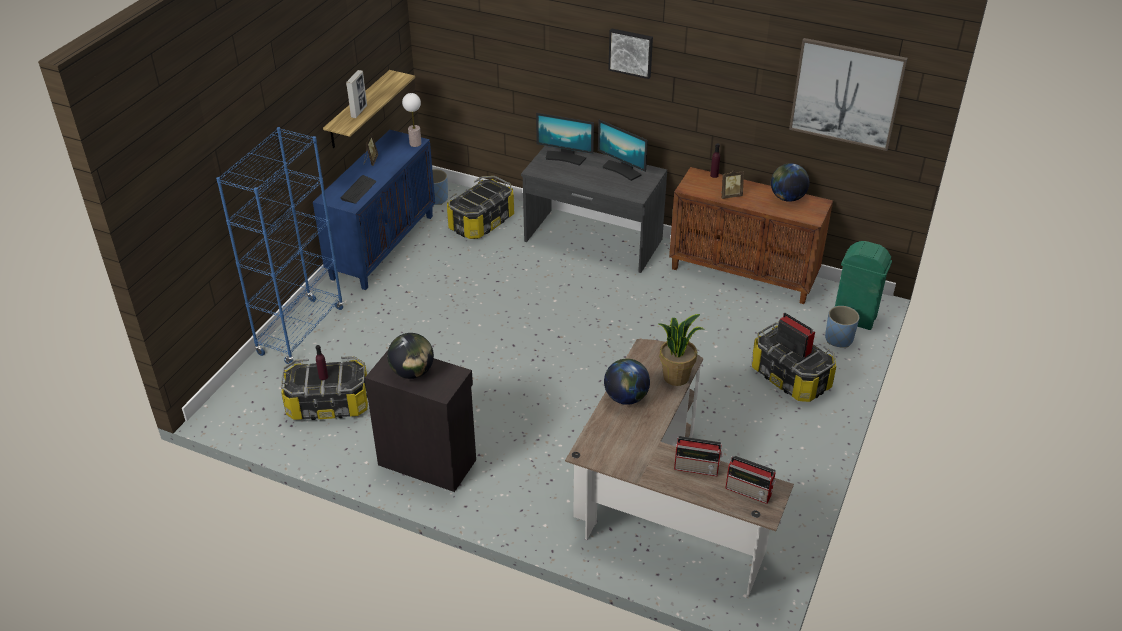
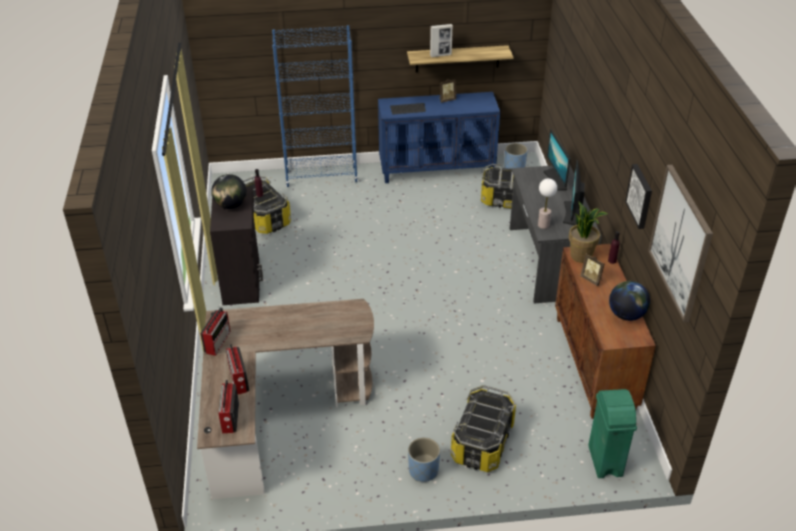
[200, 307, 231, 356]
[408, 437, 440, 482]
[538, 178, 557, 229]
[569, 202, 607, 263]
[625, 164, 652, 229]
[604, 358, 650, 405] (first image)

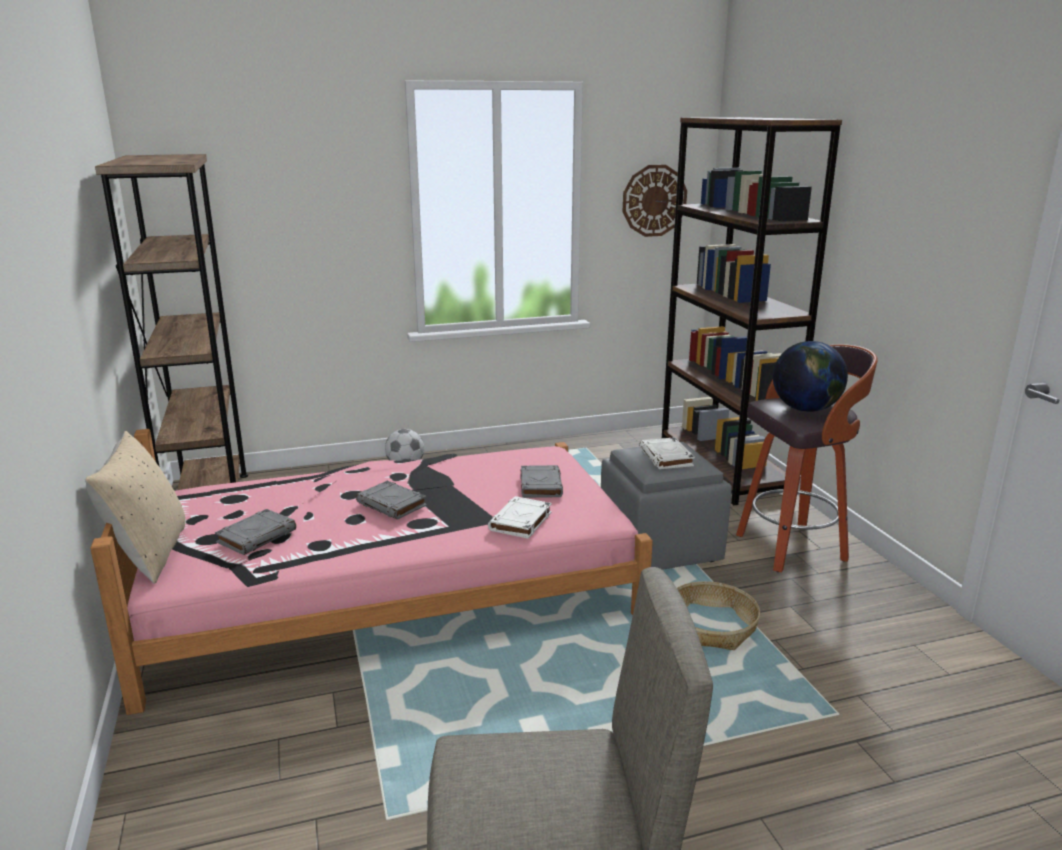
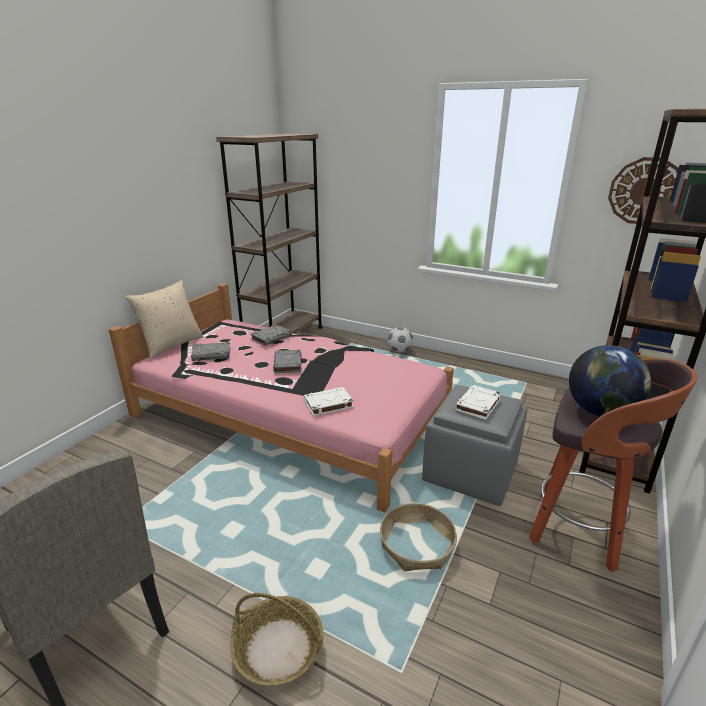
[230, 593, 323, 686]
[250, 325, 292, 346]

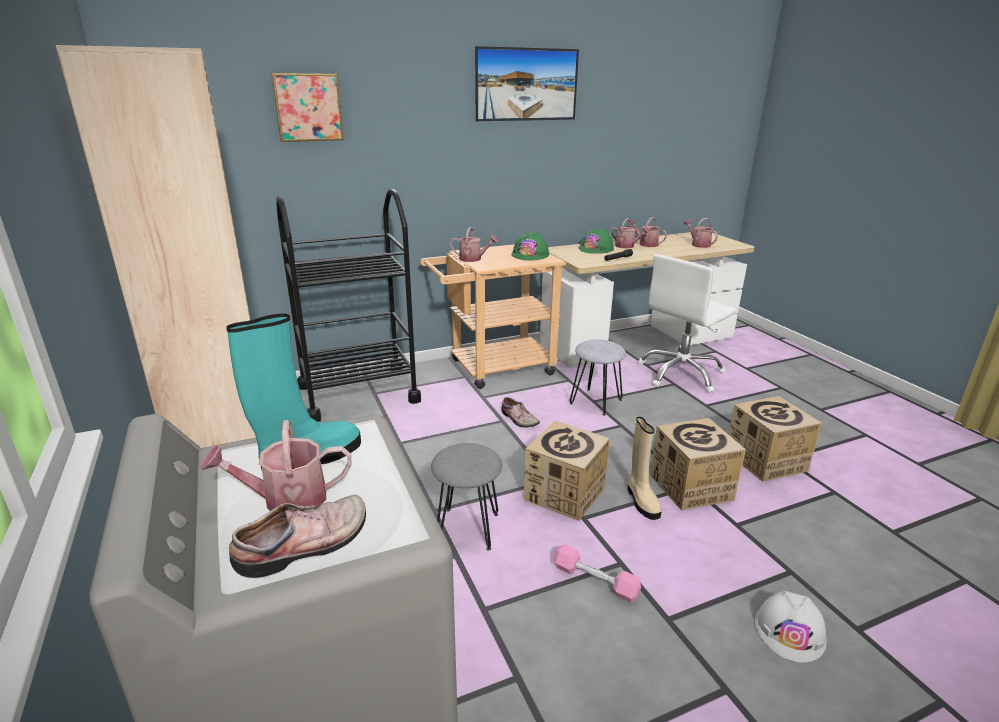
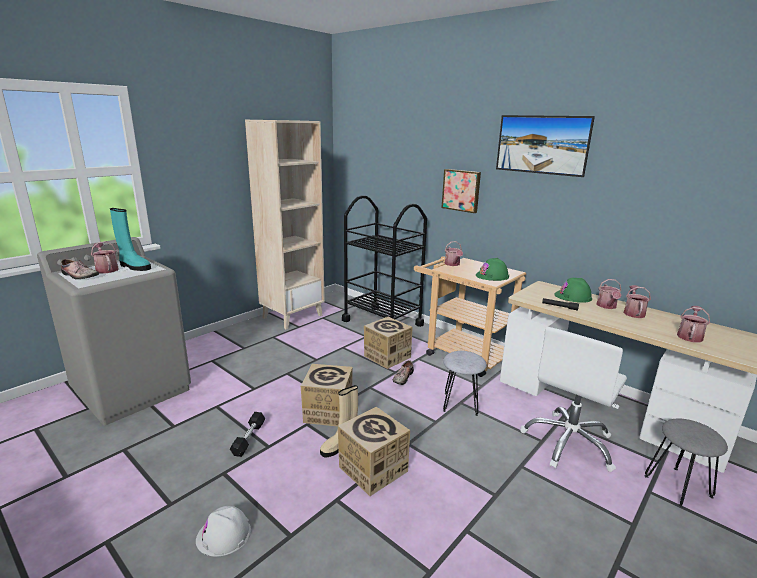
[230, 412, 265, 457]
[364, 317, 413, 369]
[442, 169, 481, 213]
[520, 327, 627, 472]
[645, 418, 728, 507]

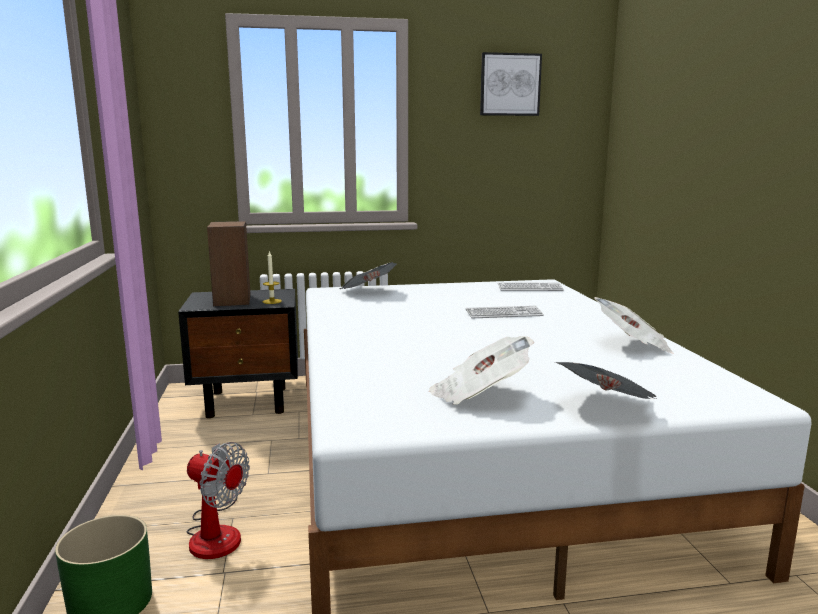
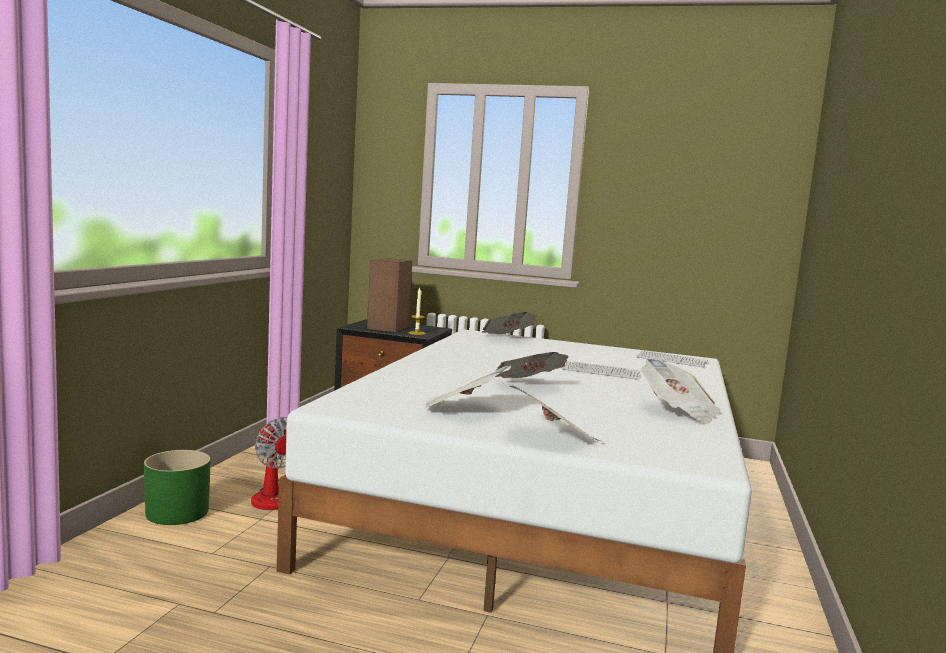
[495, 352, 569, 378]
[480, 52, 542, 116] (first image)

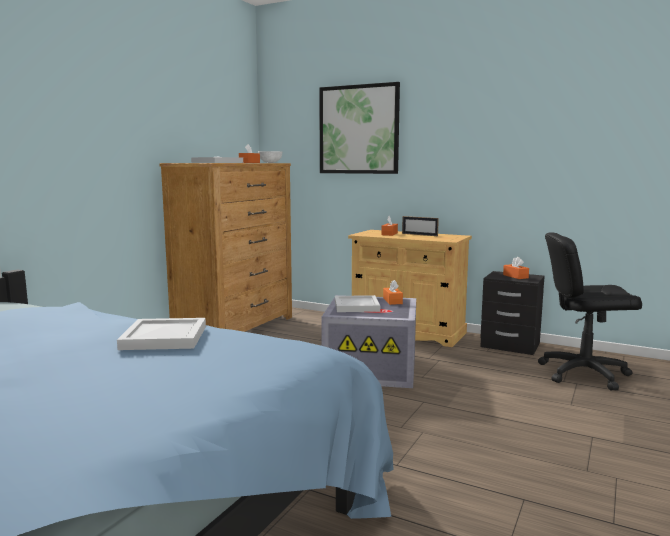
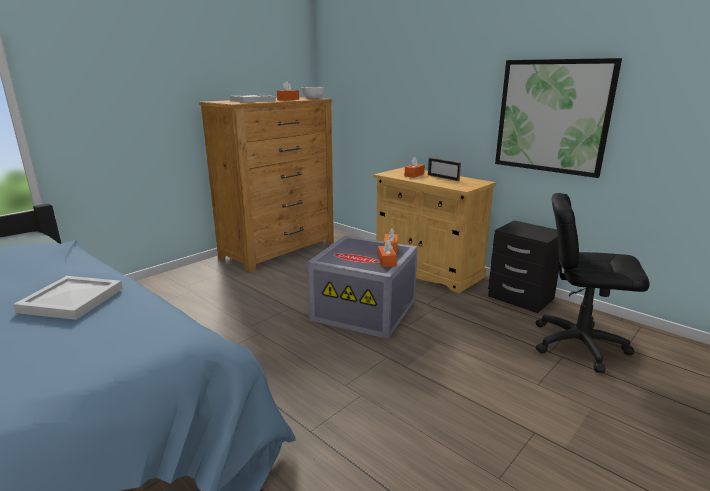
[378, 240, 397, 267]
[495, 58, 622, 178]
[335, 295, 380, 312] (first image)

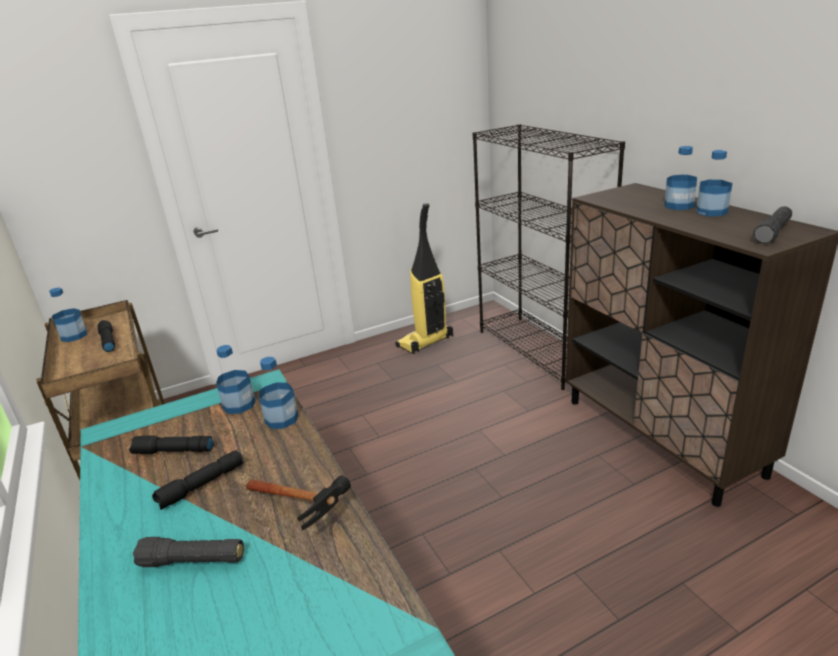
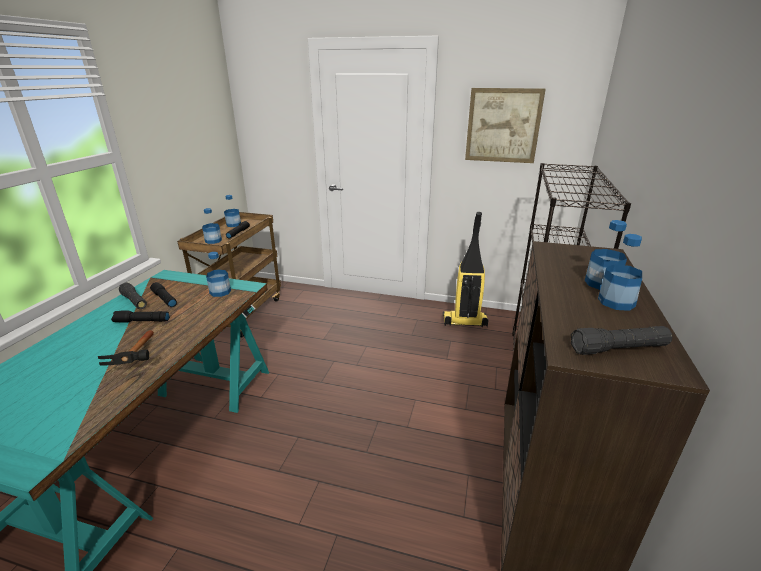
[119, 283, 147, 309]
[202, 208, 222, 244]
[465, 88, 546, 163]

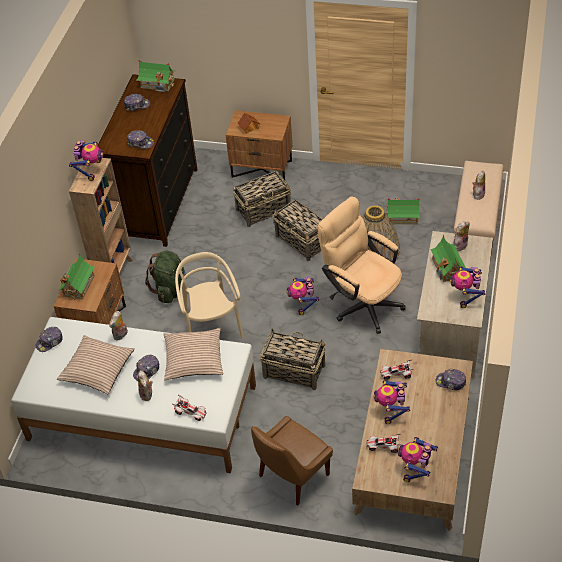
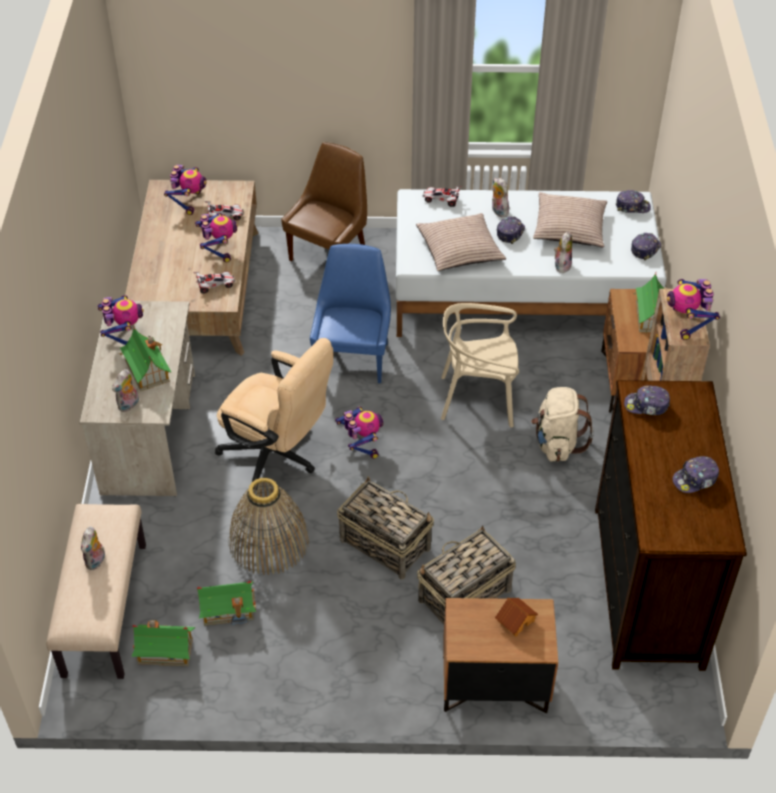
[131, 620, 195, 666]
[310, 244, 391, 383]
[441, 303, 519, 427]
[531, 387, 594, 462]
[615, 190, 651, 213]

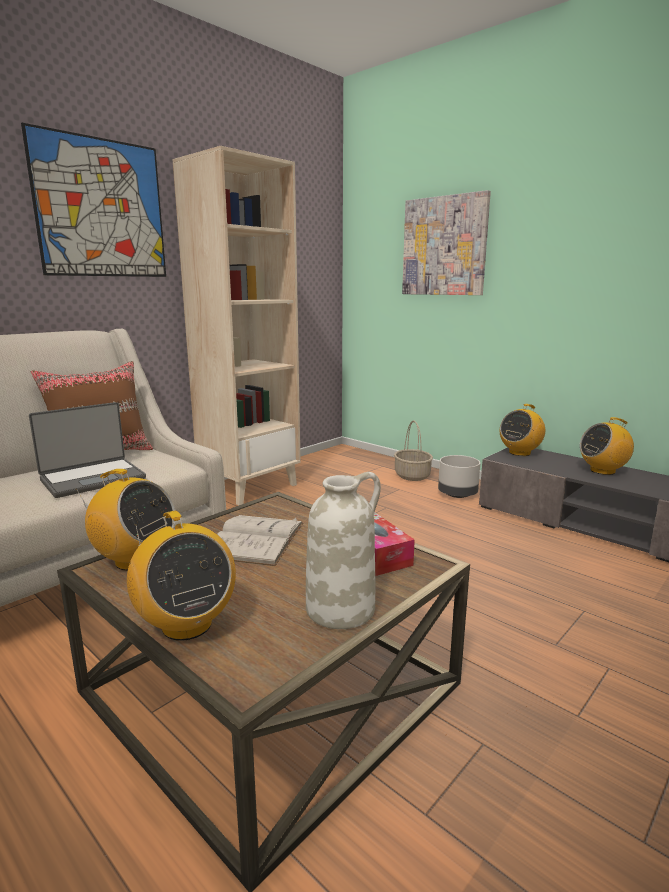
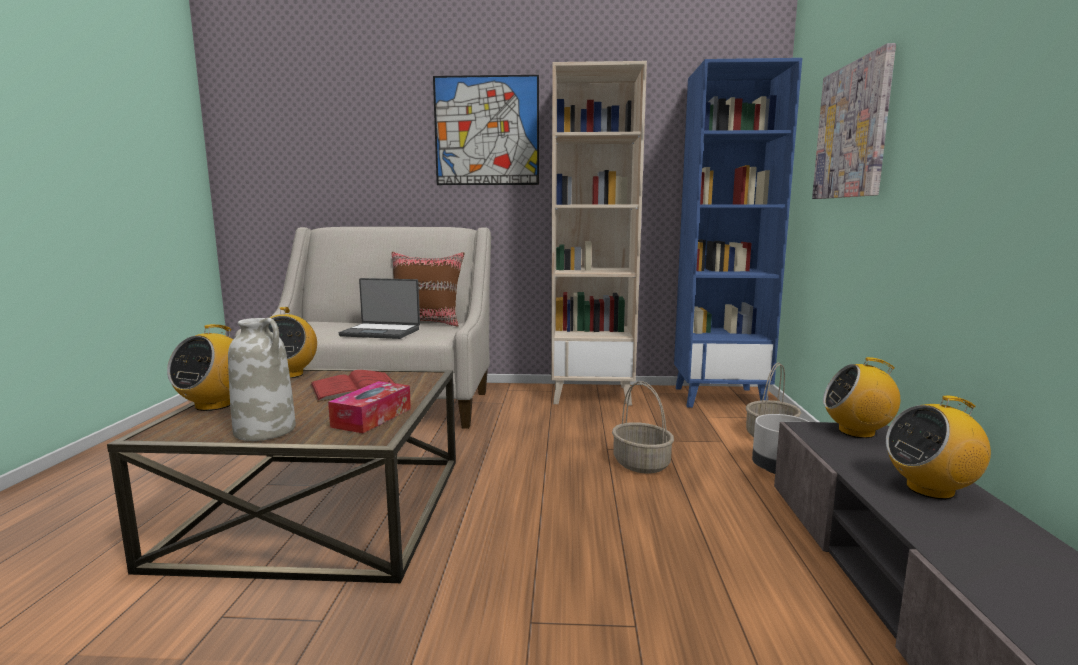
[310, 370, 395, 402]
[612, 381, 674, 473]
[674, 58, 802, 408]
[886, 396, 991, 499]

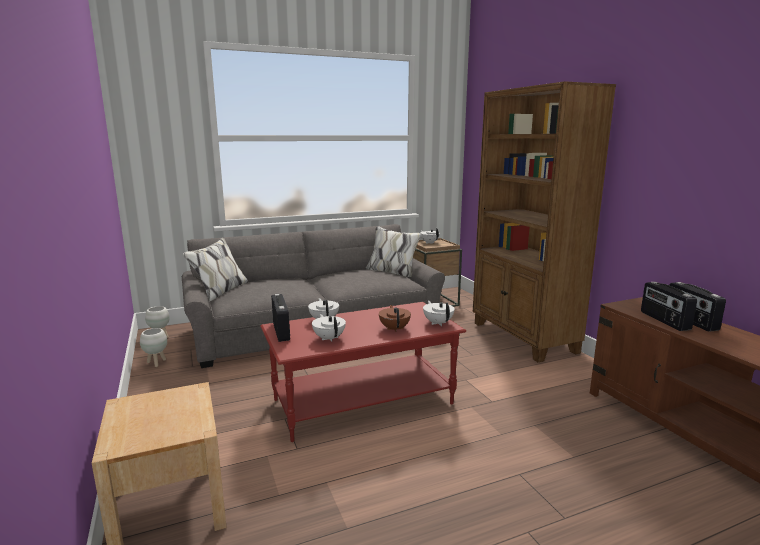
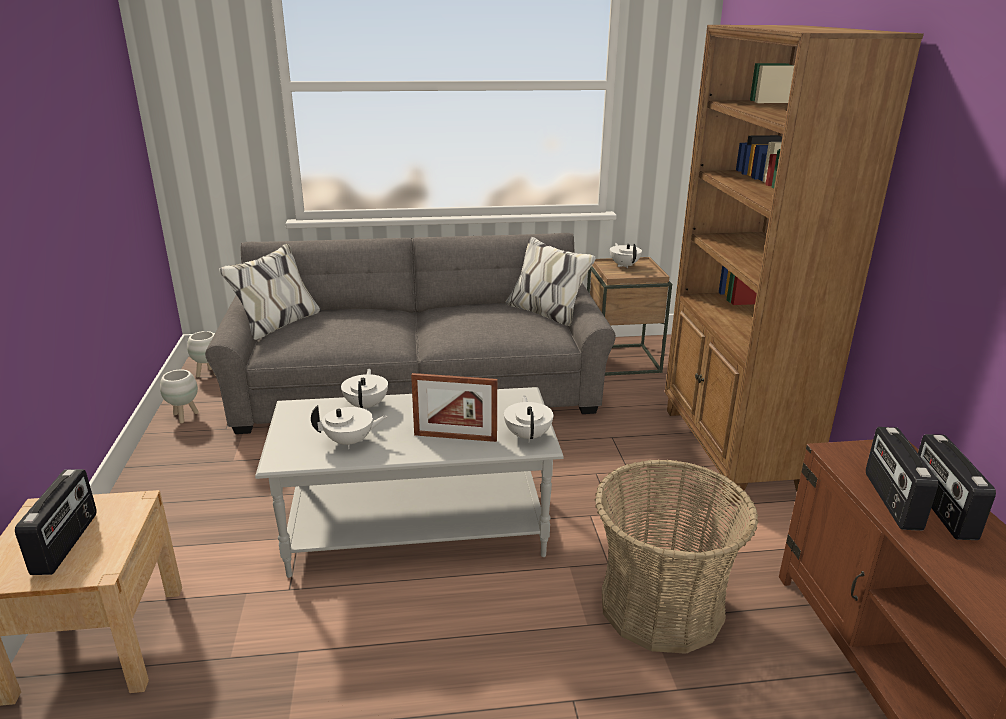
[15, 469, 97, 575]
[255, 387, 564, 578]
[311, 405, 387, 449]
[411, 373, 497, 442]
[595, 459, 759, 654]

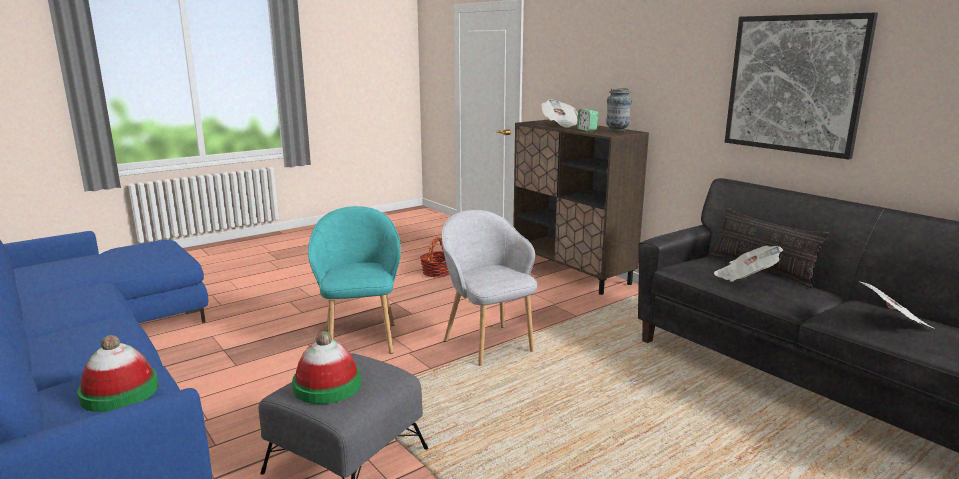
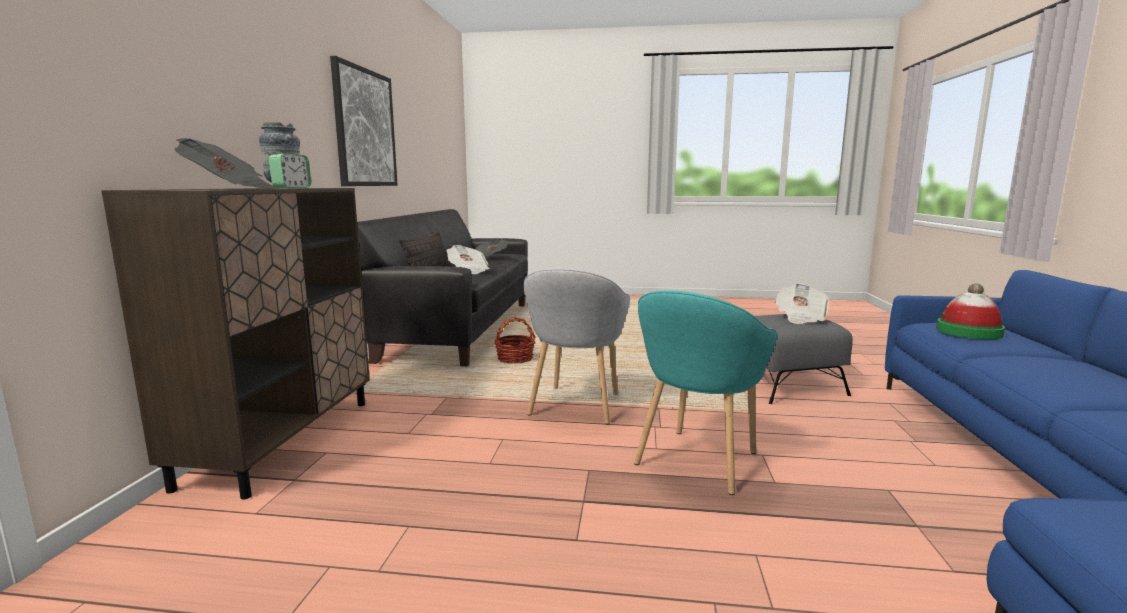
[494, 317, 536, 364]
[774, 283, 830, 324]

